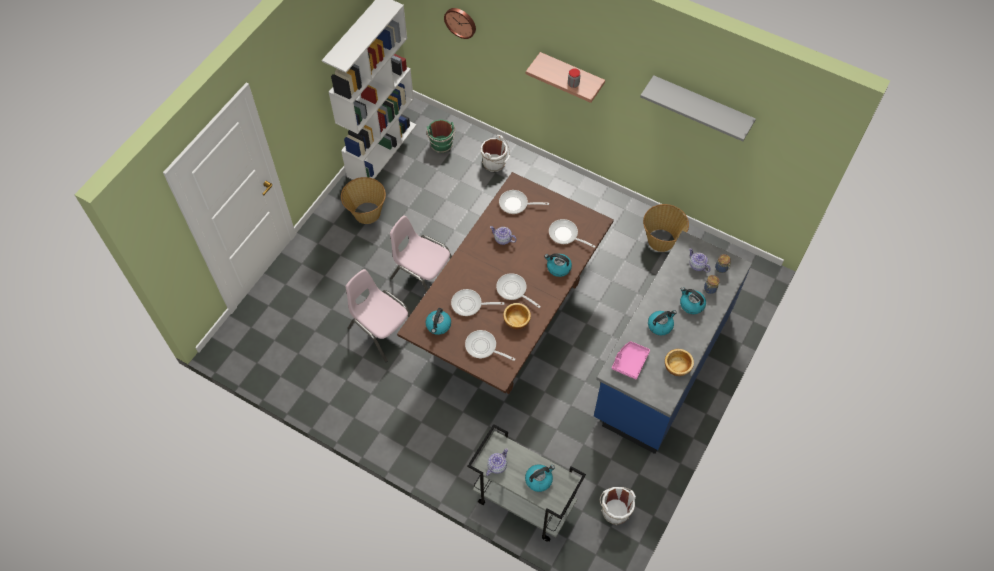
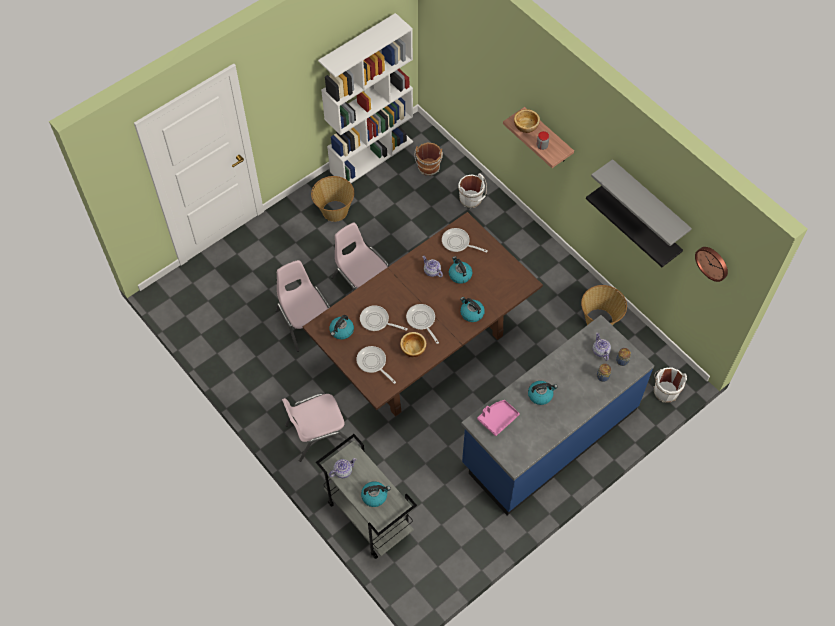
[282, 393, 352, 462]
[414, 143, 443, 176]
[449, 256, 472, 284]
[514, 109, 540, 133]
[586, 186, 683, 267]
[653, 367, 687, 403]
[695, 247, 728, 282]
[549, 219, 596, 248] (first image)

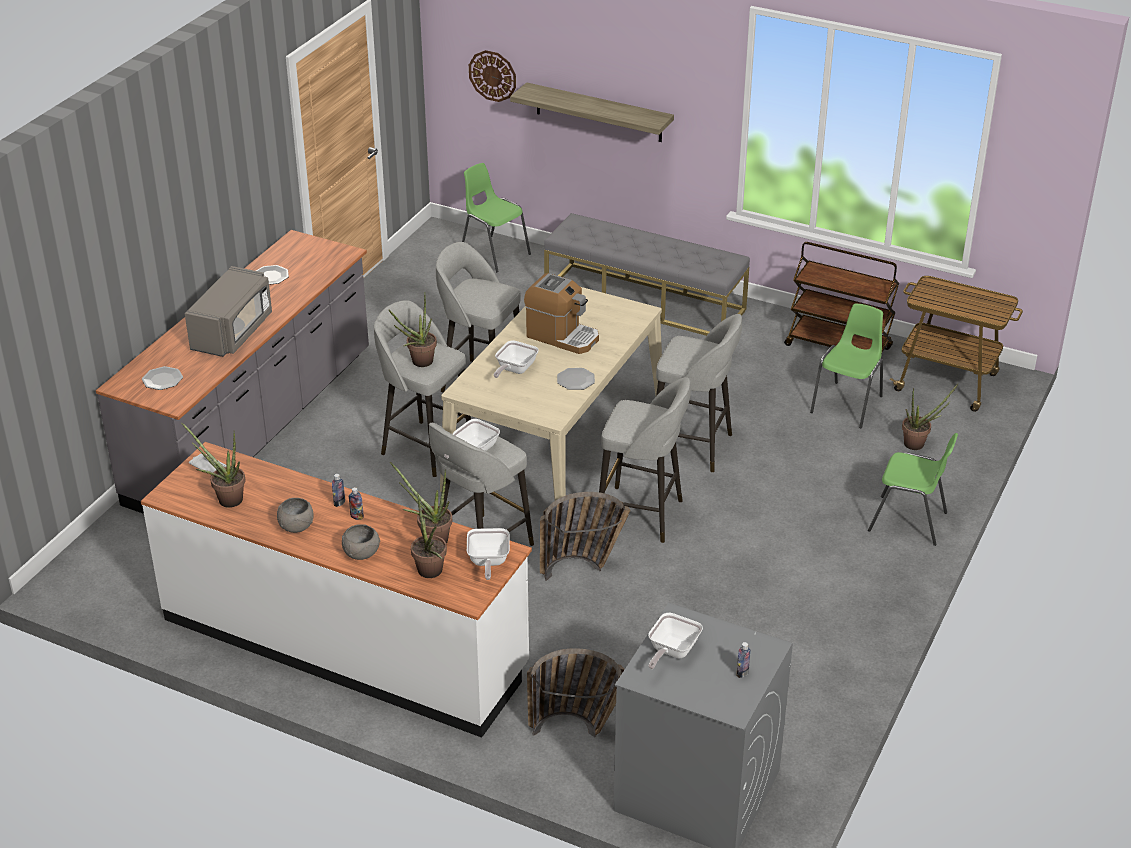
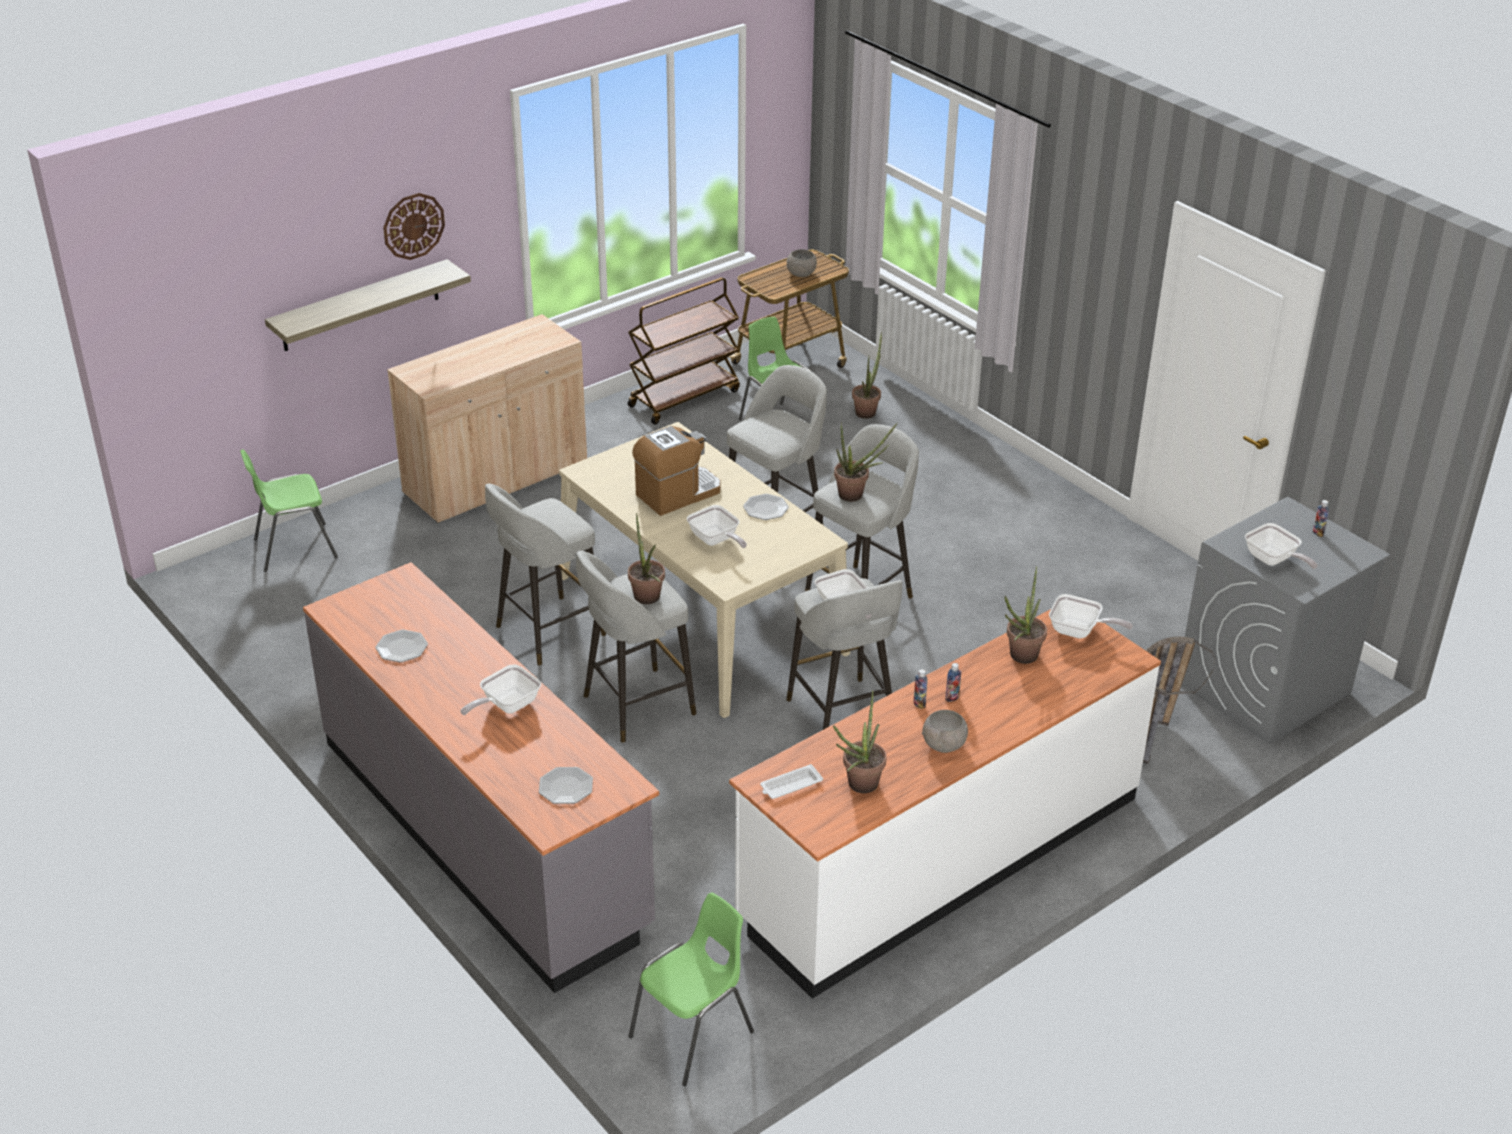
[383, 193, 445, 260]
[387, 314, 587, 524]
[461, 664, 541, 715]
[629, 892, 754, 1086]
[787, 249, 817, 277]
[834, 422, 897, 502]
[540, 492, 631, 581] (first image)

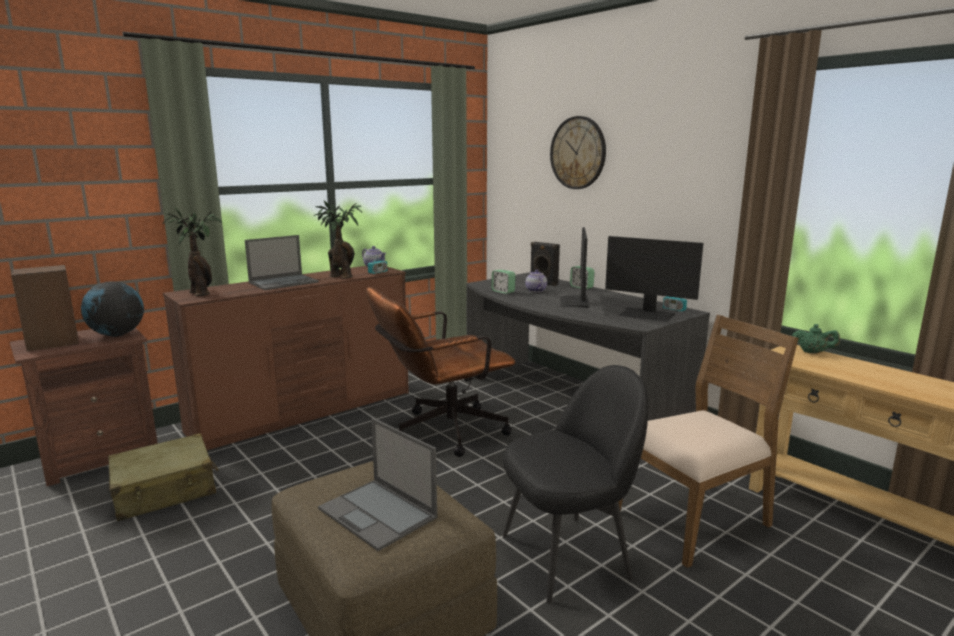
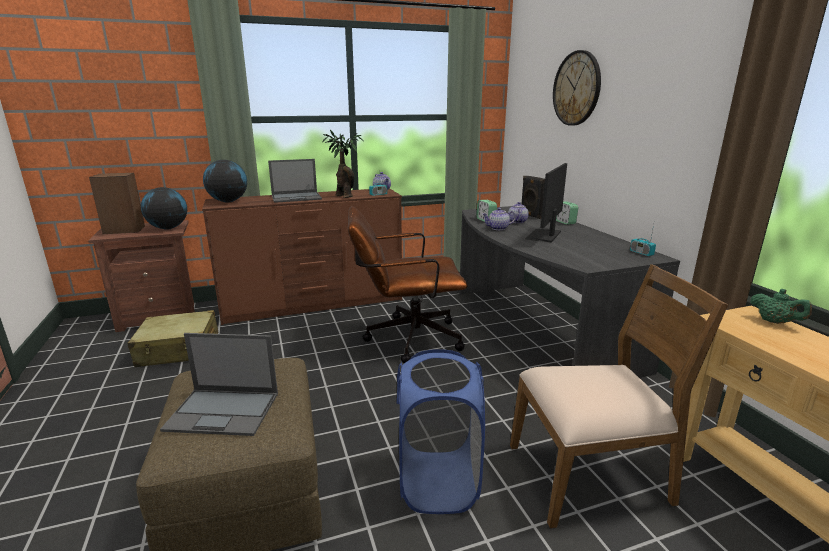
[160, 333, 278, 436]
[203, 160, 247, 202]
[397, 349, 485, 514]
[482, 208, 516, 230]
[605, 236, 703, 322] (first image)

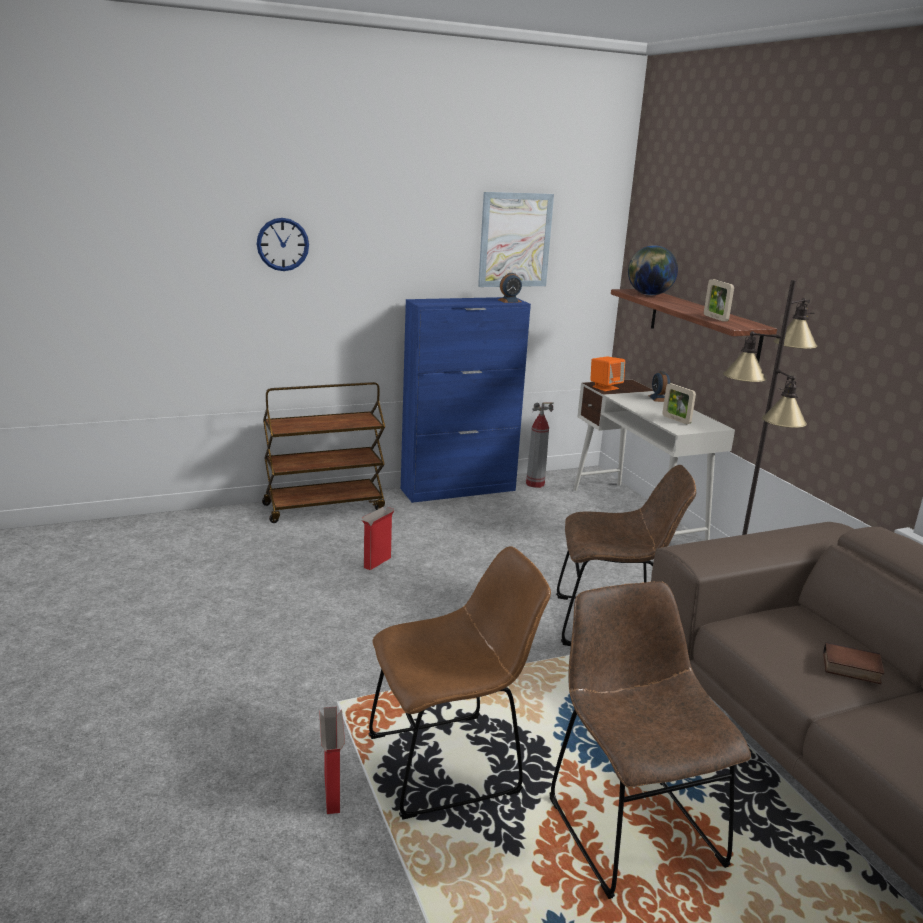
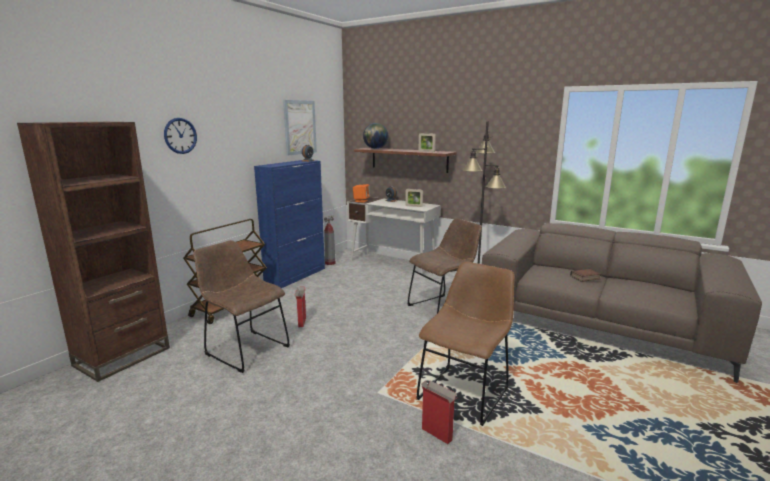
[17, 122, 170, 382]
[193, 240, 290, 373]

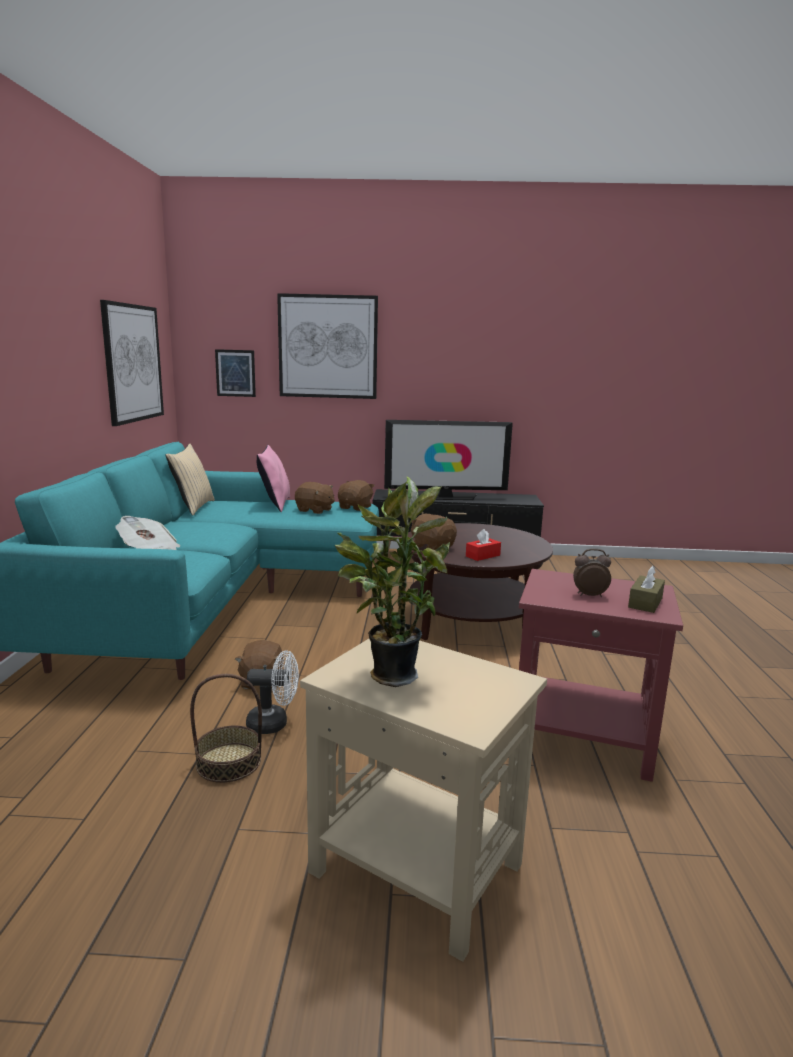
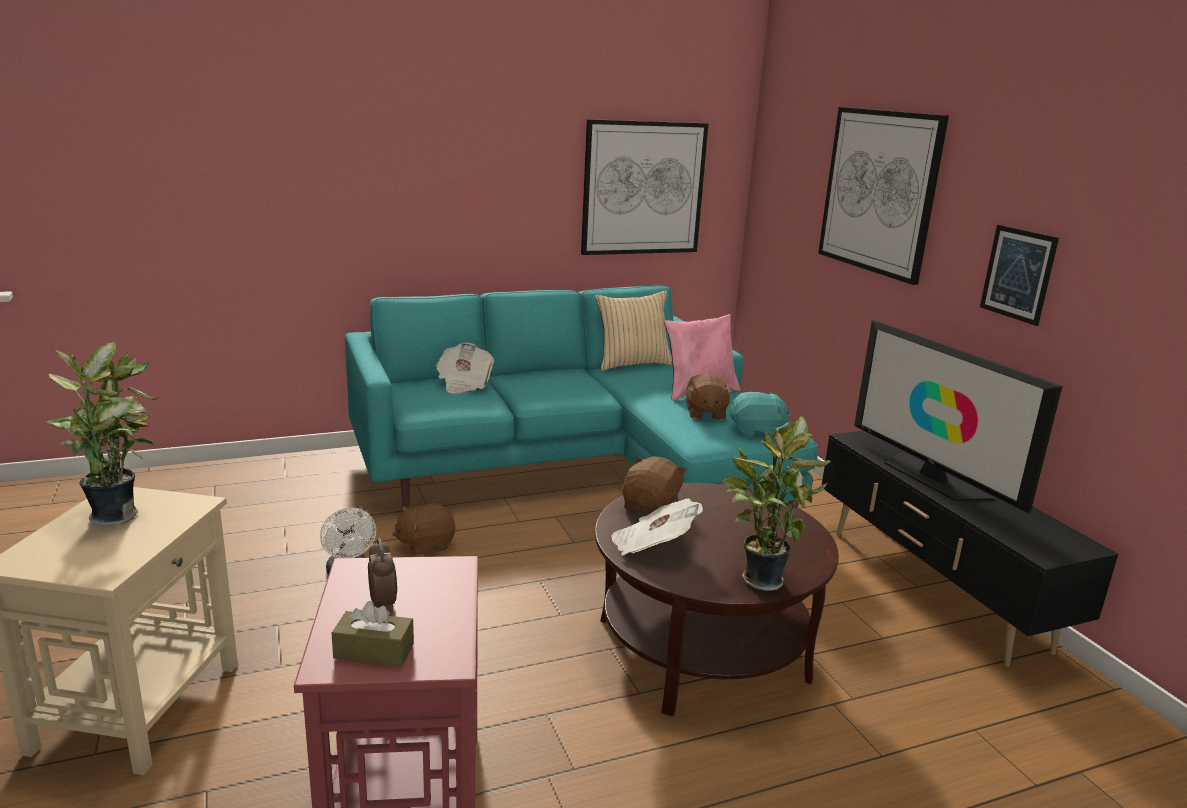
[611, 499, 703, 556]
[722, 416, 831, 591]
[730, 392, 791, 438]
[980, 225, 1059, 326]
[190, 674, 262, 783] (first image)

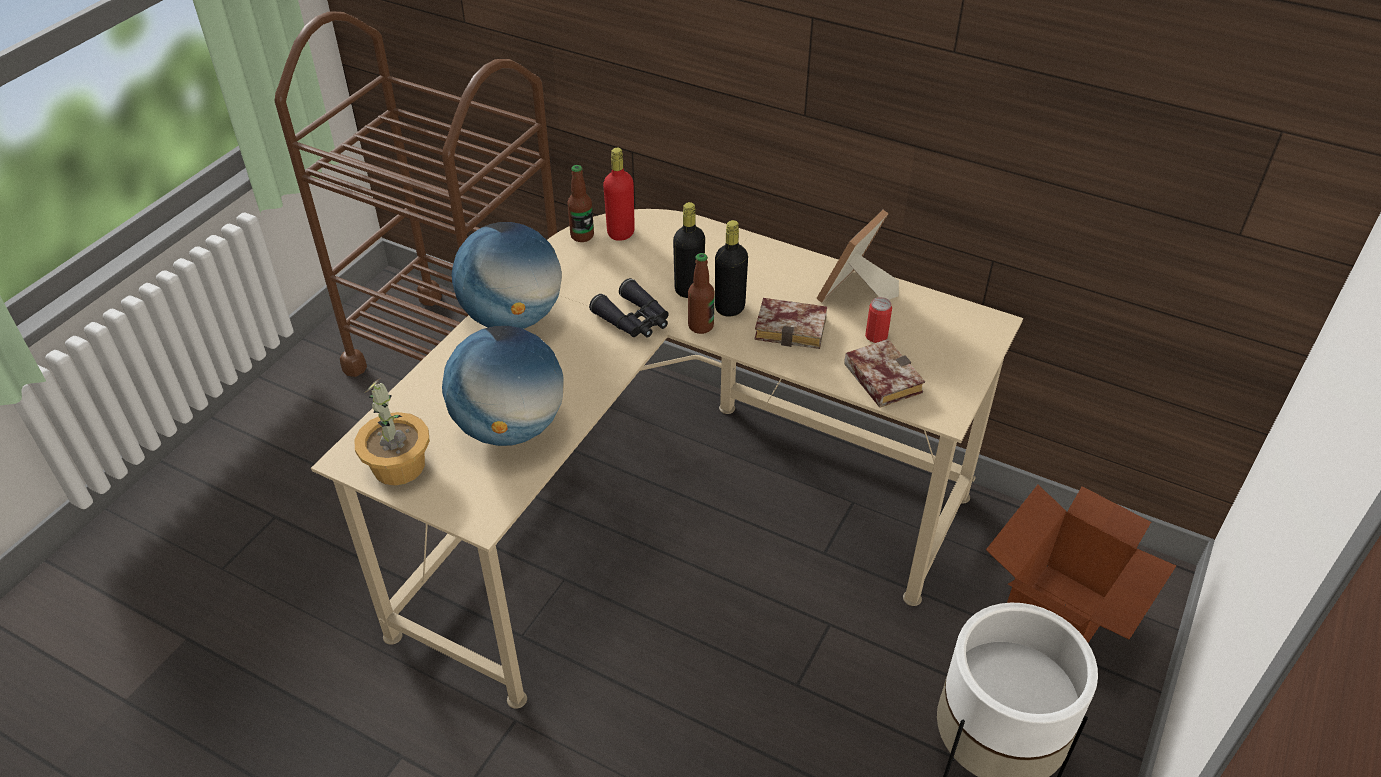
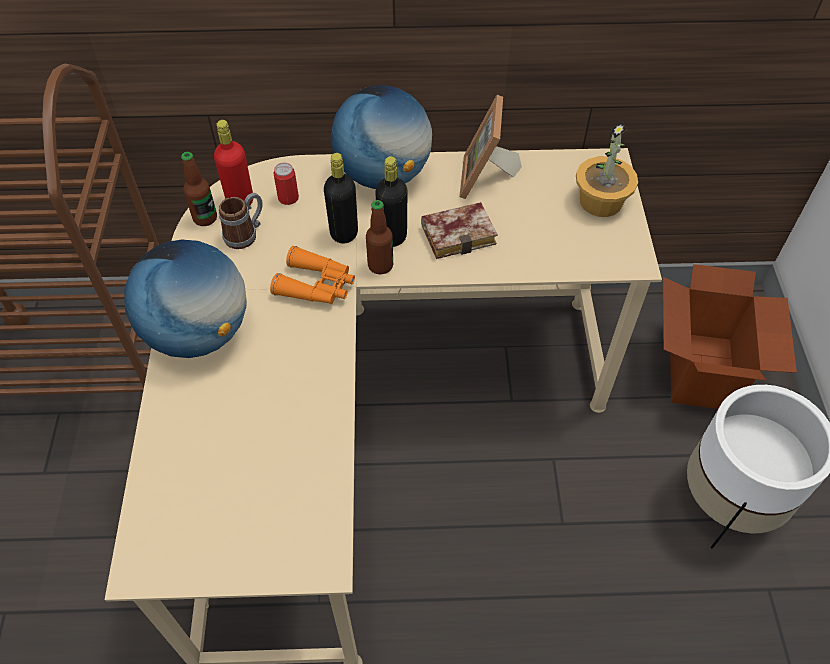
[219, 193, 263, 249]
[270, 246, 355, 304]
[273, 162, 299, 205]
[331, 85, 432, 189]
[576, 121, 638, 217]
[844, 339, 925, 408] (first image)

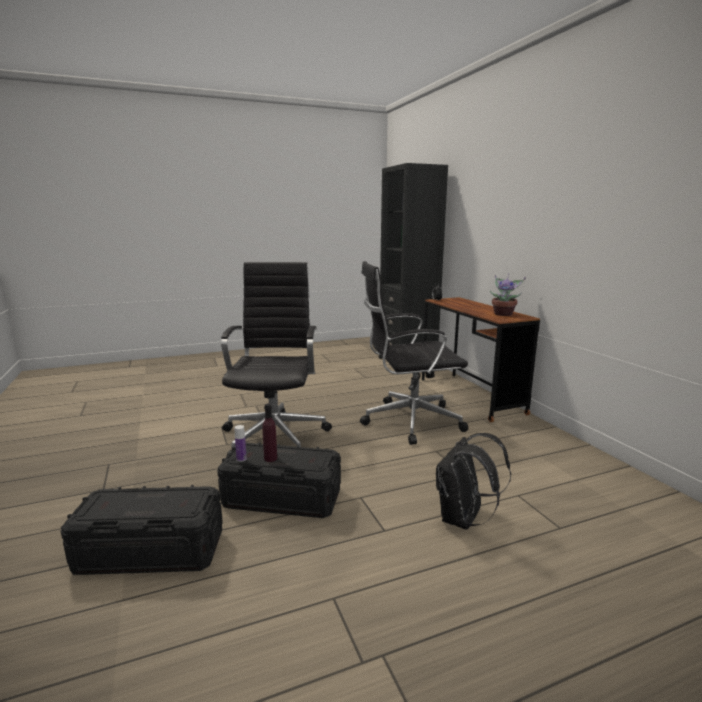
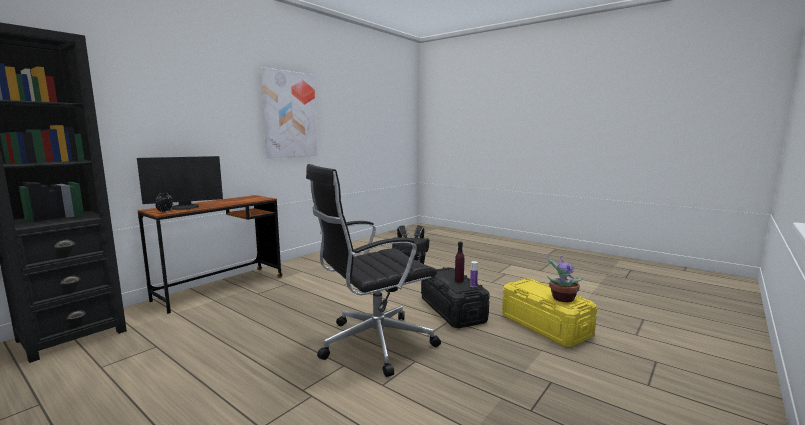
[137, 156, 223, 210]
[261, 67, 317, 158]
[502, 278, 597, 347]
[547, 254, 584, 302]
[360, 261, 468, 445] (first image)

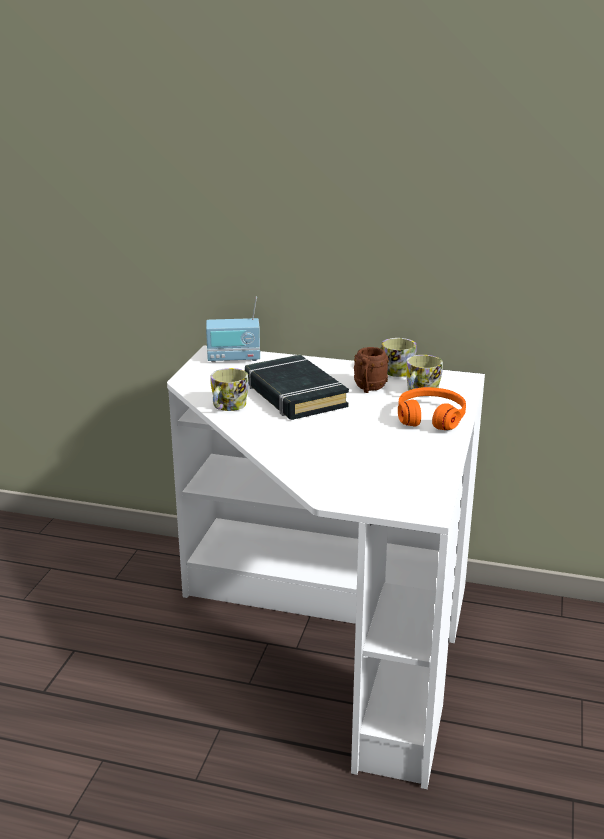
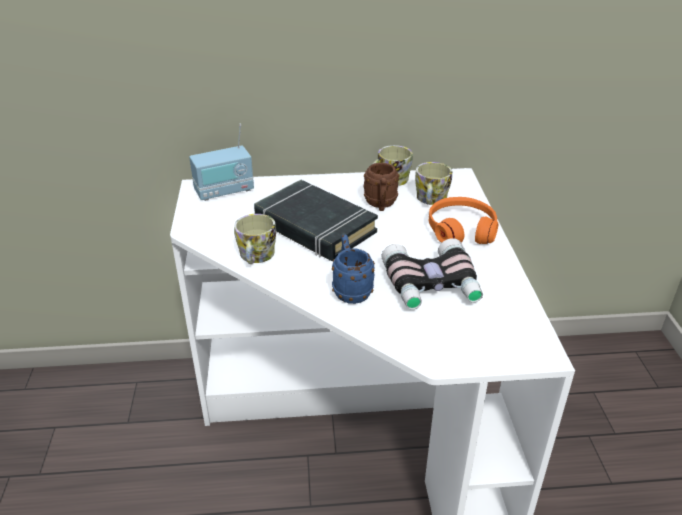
[332, 235, 375, 304]
[381, 238, 483, 310]

